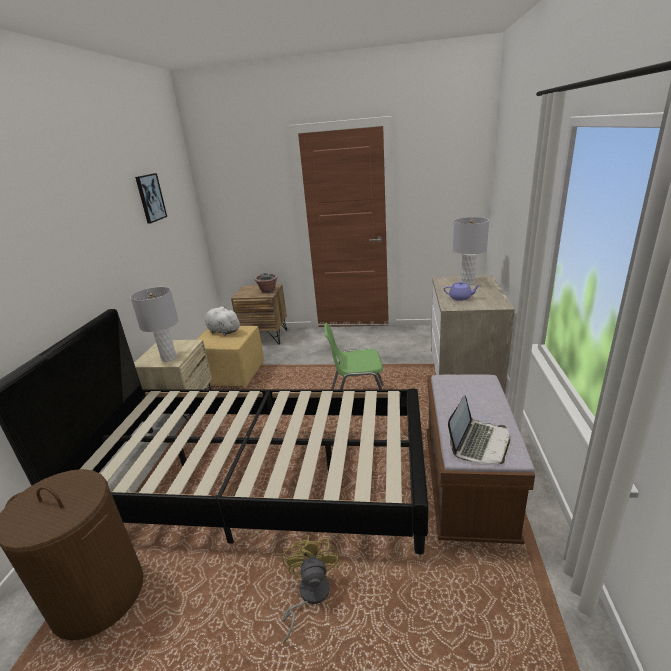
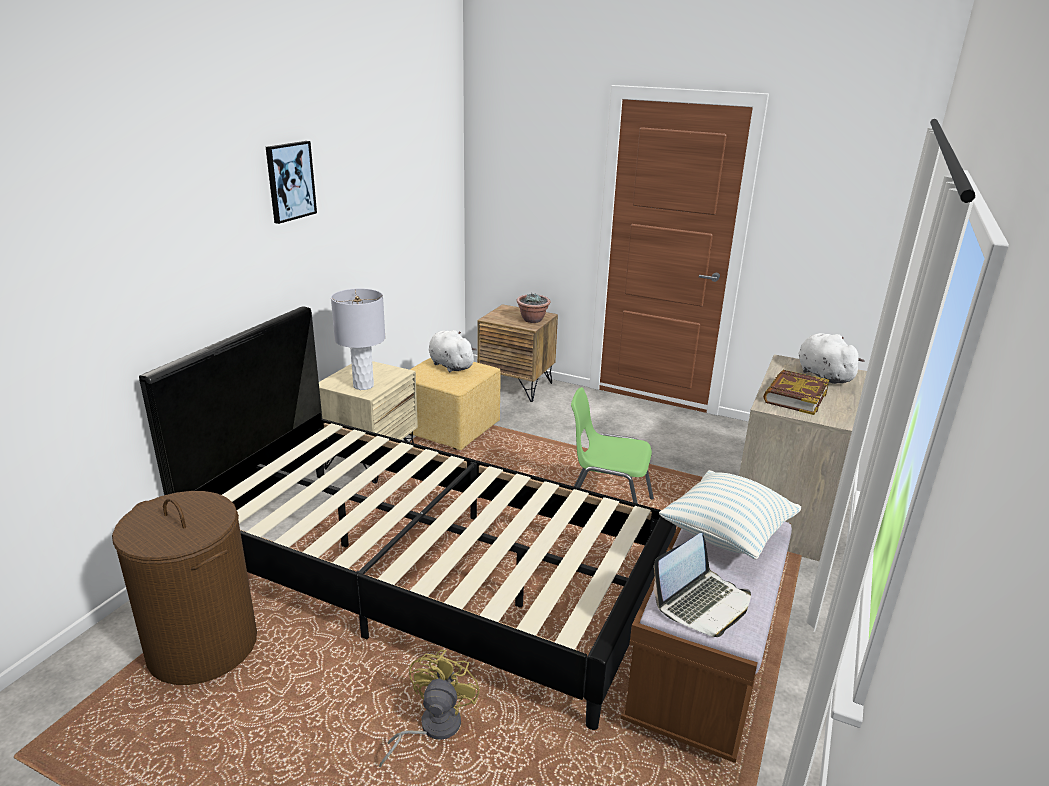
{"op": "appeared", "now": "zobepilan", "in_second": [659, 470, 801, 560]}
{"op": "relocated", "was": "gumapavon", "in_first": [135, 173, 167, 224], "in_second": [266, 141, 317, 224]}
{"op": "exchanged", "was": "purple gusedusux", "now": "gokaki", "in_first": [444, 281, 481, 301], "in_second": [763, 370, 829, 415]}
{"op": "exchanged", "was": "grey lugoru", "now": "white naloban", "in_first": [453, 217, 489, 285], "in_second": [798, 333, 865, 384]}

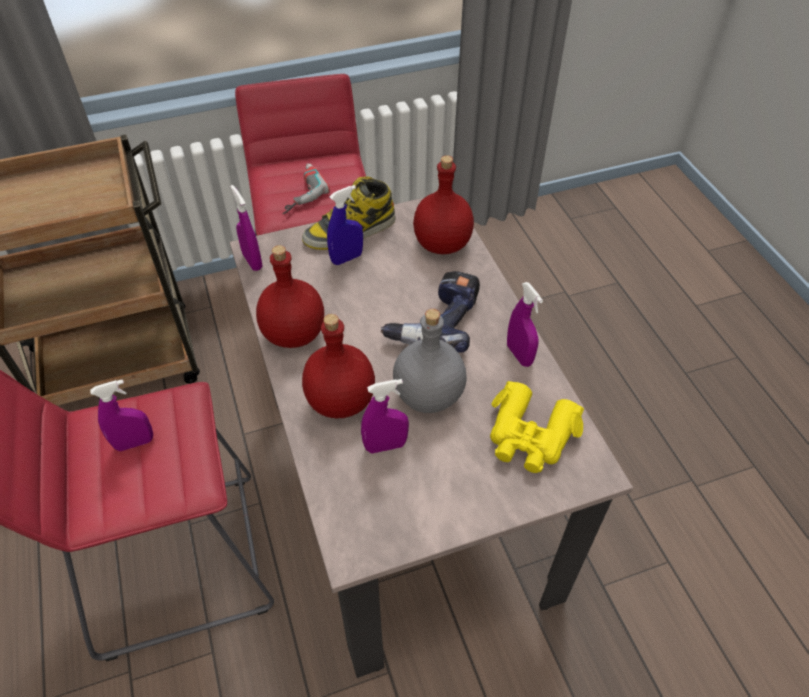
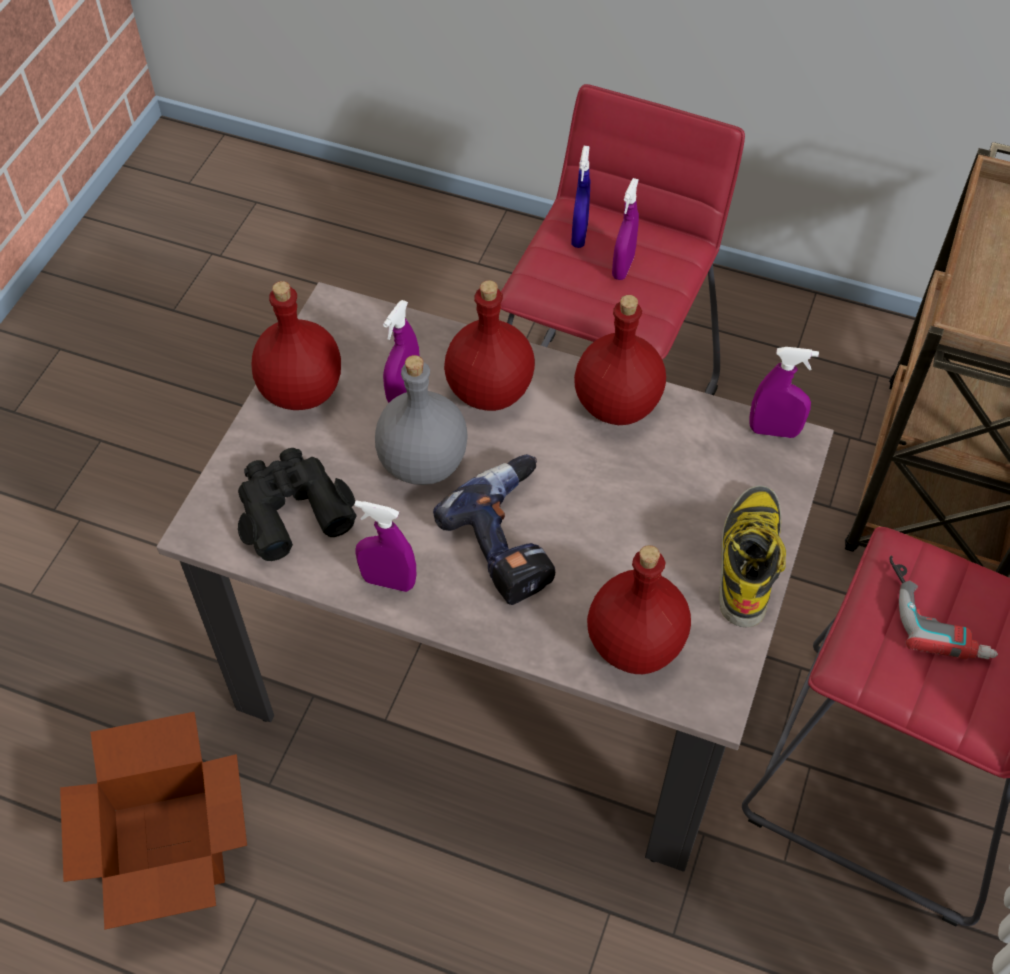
{"op": "appeared", "now": "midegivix", "in_second": [60, 712, 247, 930]}
{"op": "appeared", "now": "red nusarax", "in_second": [252, 281, 341, 410]}
{"op": "relocated", "was": "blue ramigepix", "in_first": [327, 185, 363, 265], "in_second": [571, 146, 590, 248]}
{"op": "colour", "was": "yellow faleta", "now": "black faleta", "in_first": [490, 381, 584, 473], "in_second": [238, 448, 357, 561]}

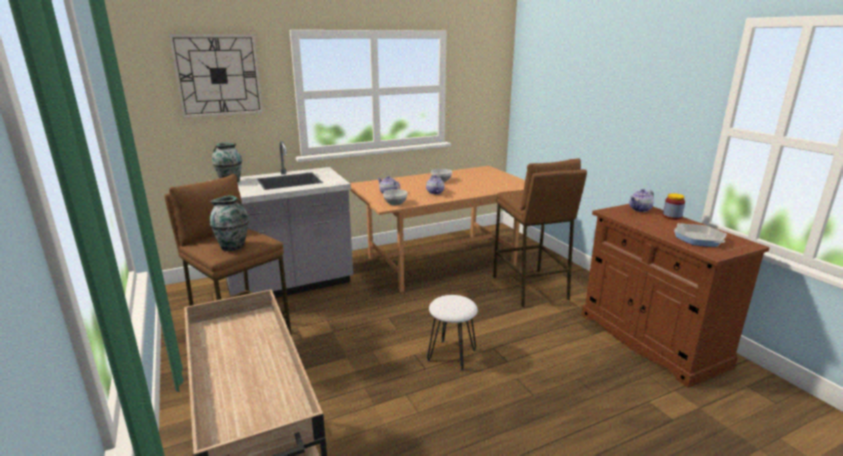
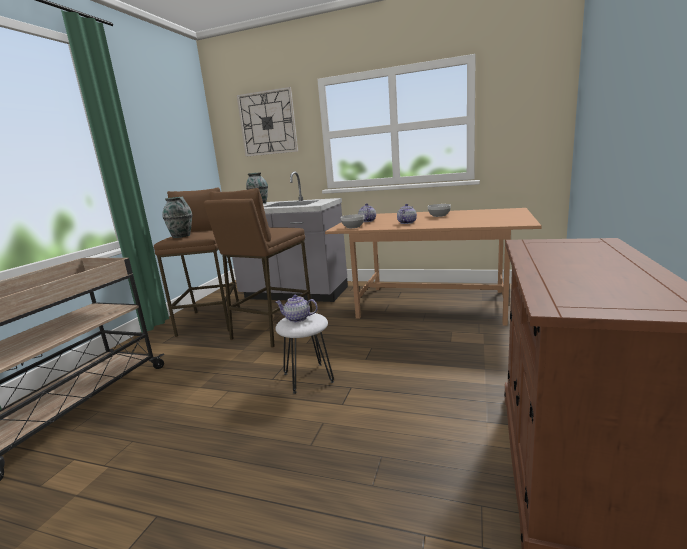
{"op": "missing", "was": "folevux", "in_first": [663, 193, 685, 220]}
{"op": "missing", "was": "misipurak", "in_first": [674, 223, 727, 247]}
{"op": "relocated", "was": "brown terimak", "in_first": [493, 158, 587, 307], "in_second": [204, 188, 313, 347]}
{"op": "relocated", "was": "gusedusux", "in_first": [629, 189, 654, 212], "in_second": [275, 295, 318, 322]}

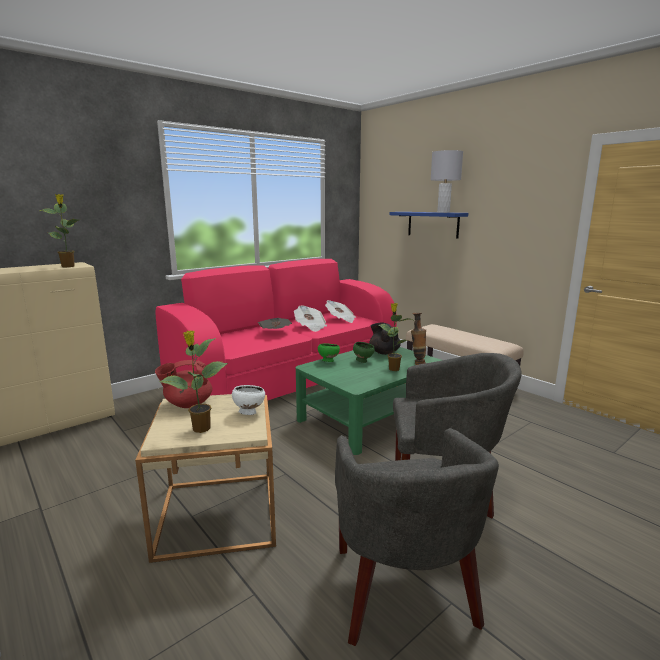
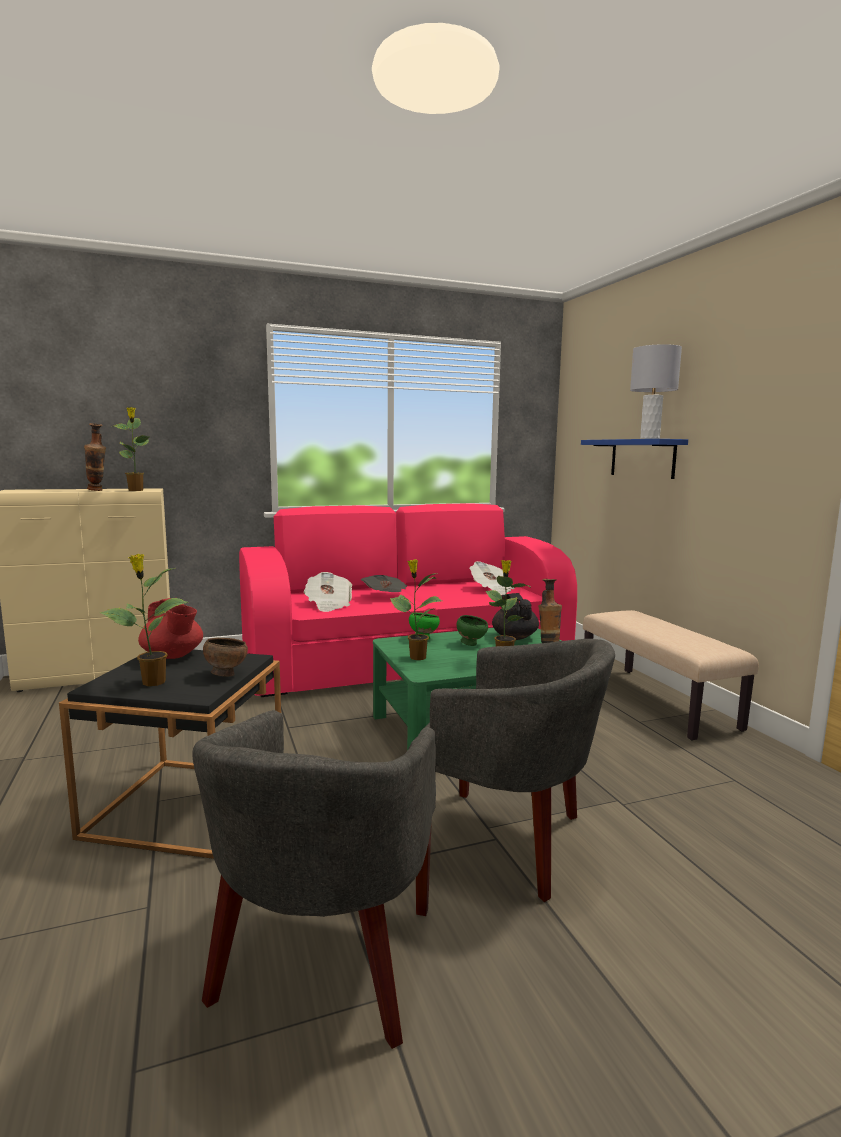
{"op": "appeared", "now": "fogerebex", "in_second": [84, 423, 106, 491]}
{"op": "appeared", "now": "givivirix", "in_second": [390, 559, 442, 660]}
{"op": "relocated", "was": "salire", "in_first": [294, 306, 327, 332], "in_second": [304, 572, 352, 612]}
{"op": "colour", "was": "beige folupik", "now": "black folupik", "in_first": [135, 394, 276, 563], "in_second": [59, 650, 281, 859]}
{"op": "colour", "was": "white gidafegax", "now": "brown gidafegax", "in_first": [232, 385, 265, 415], "in_second": [203, 638, 248, 677]}
{"op": "spun", "was": "red gusedusux", "in_first": [155, 360, 212, 408], "in_second": [138, 598, 203, 659], "clockwise": -135}

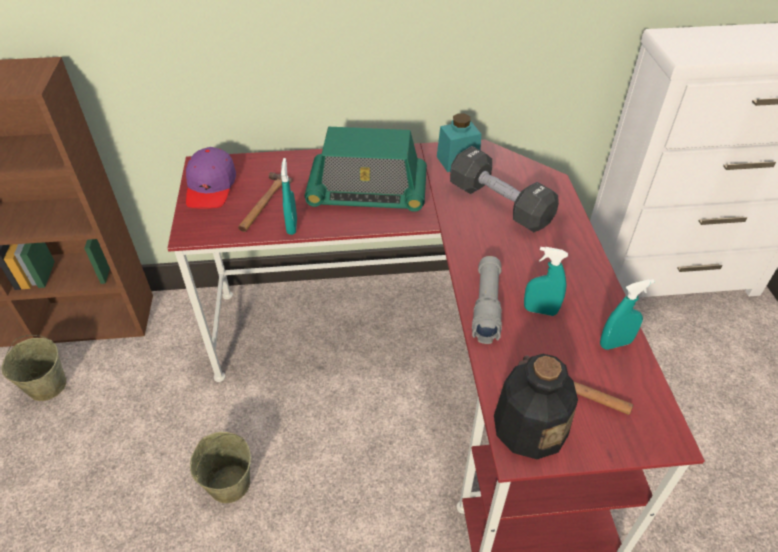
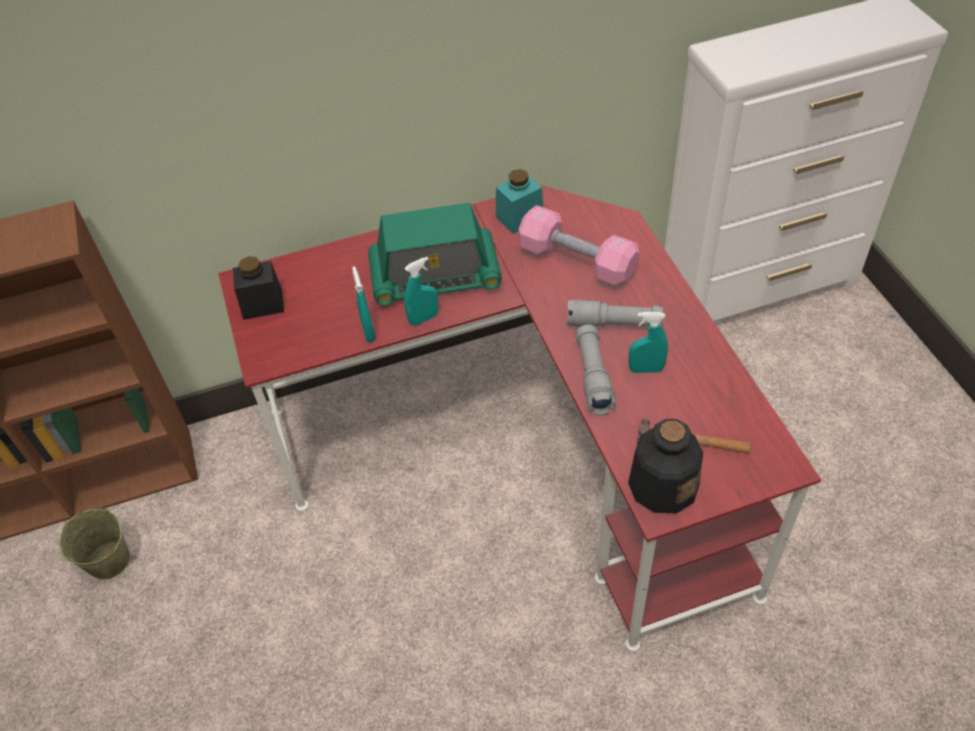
{"op": "missing", "was": "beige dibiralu", "in_first": [190, 432, 251, 503]}
{"op": "missing", "was": "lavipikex", "in_first": [238, 172, 292, 232]}
{"op": "appeared", "now": "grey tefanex", "in_second": [567, 299, 663, 327]}
{"op": "relocated", "was": "turquoise ramigepix", "in_first": [600, 279, 655, 350], "in_second": [404, 257, 438, 326]}
{"op": "exchanged", "was": "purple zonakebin", "now": "black folevux", "in_first": [186, 147, 236, 209], "in_second": [233, 256, 284, 320]}
{"op": "colour", "was": "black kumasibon", "now": "pink kumasibon", "in_first": [450, 146, 559, 232], "in_second": [519, 205, 639, 286]}

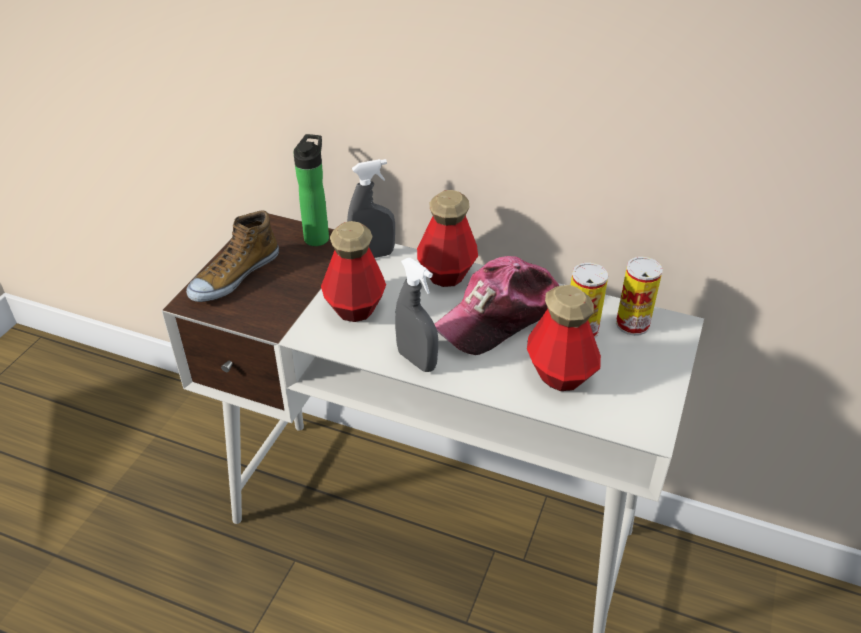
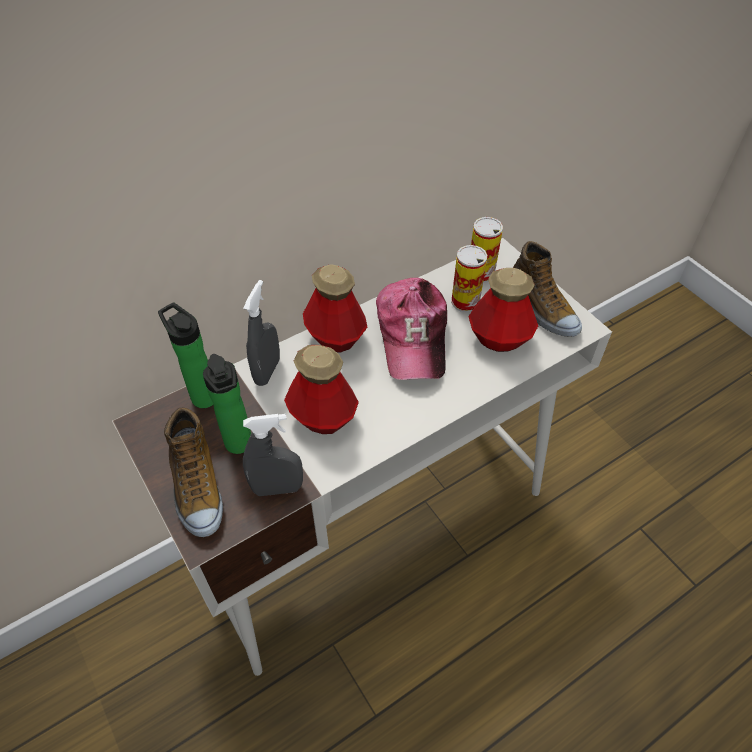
{"op": "appeared", "now": "nusarax", "in_second": [203, 354, 251, 454]}
{"op": "appeared", "now": "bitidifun", "in_second": [513, 241, 582, 337]}
{"op": "relocated", "was": "grey ramigepix", "in_first": [395, 258, 438, 372], "in_second": [243, 414, 303, 496]}

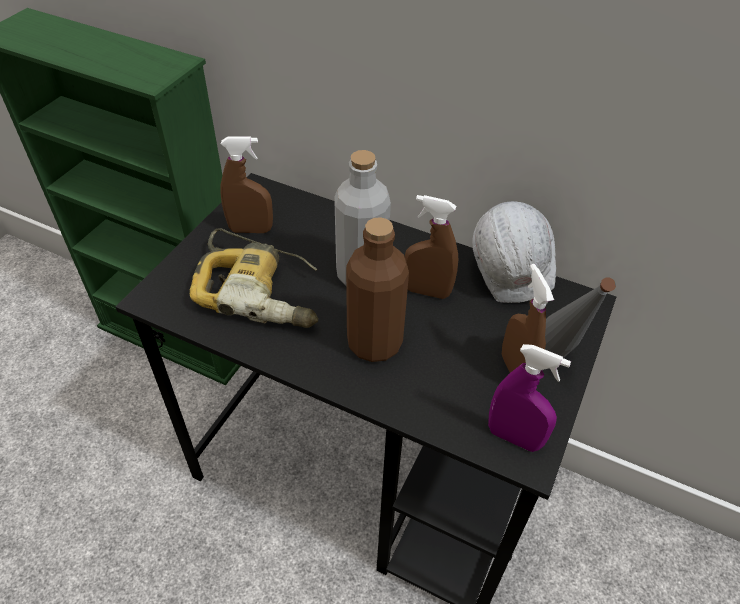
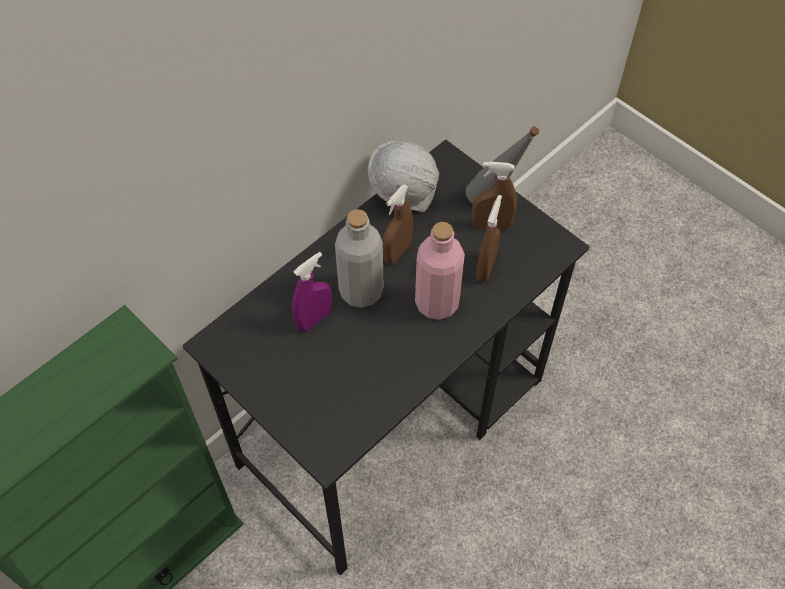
{"op": "missing", "was": "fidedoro", "in_first": [190, 228, 318, 328]}
{"op": "relocated", "was": "brown ramigepix", "in_first": [220, 136, 273, 233], "in_second": [476, 195, 502, 282]}
{"op": "relocated", "was": "purple ramigepix", "in_first": [488, 344, 571, 452], "in_second": [292, 252, 332, 332]}
{"op": "colour", "was": "brown nusarax", "now": "pink nusarax", "in_first": [346, 217, 409, 362], "in_second": [415, 222, 465, 320]}

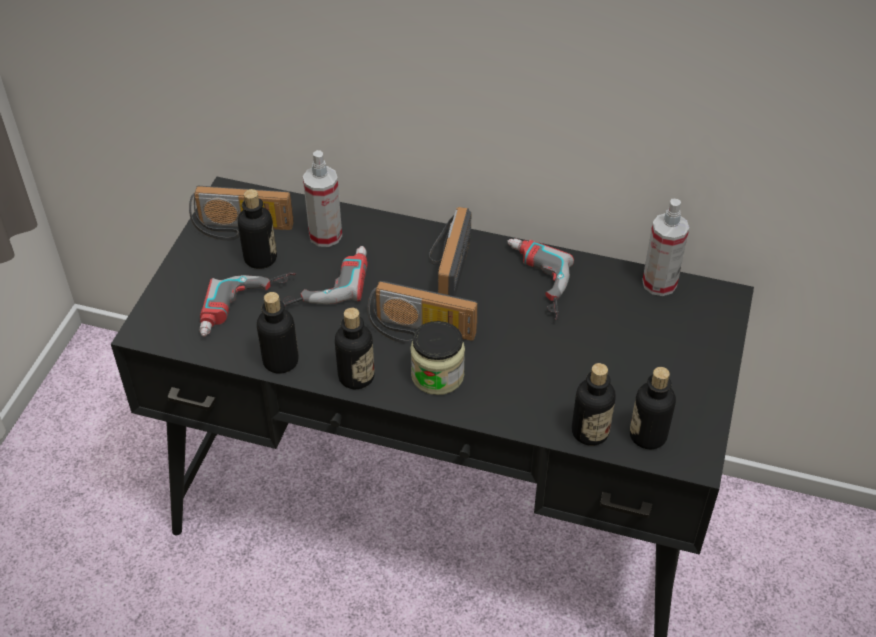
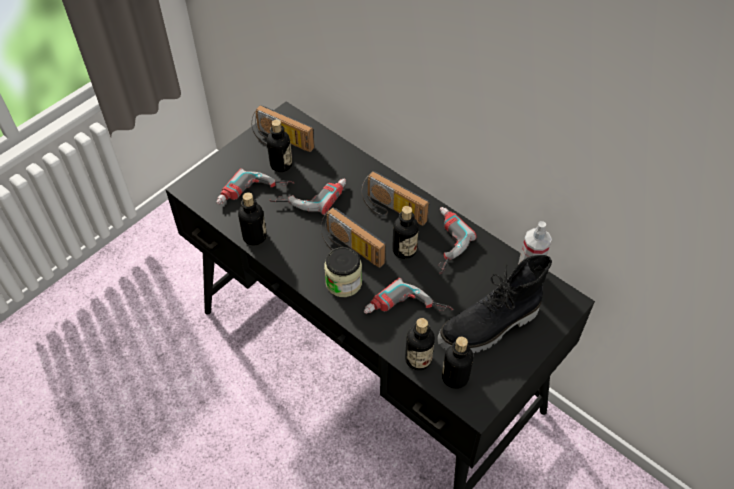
{"op": "missing", "was": "ramigepix", "in_first": [303, 150, 342, 247]}
{"op": "appeared", "now": "fidedoro", "in_second": [364, 278, 453, 314]}
{"op": "appeared", "now": "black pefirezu", "in_second": [437, 255, 552, 353]}
{"op": "relocated", "was": "nusarax", "in_first": [335, 308, 374, 389], "in_second": [392, 206, 419, 259]}
{"op": "spun", "was": "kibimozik", "in_first": [429, 207, 472, 296], "in_second": [362, 171, 429, 226], "clockwise": -90}

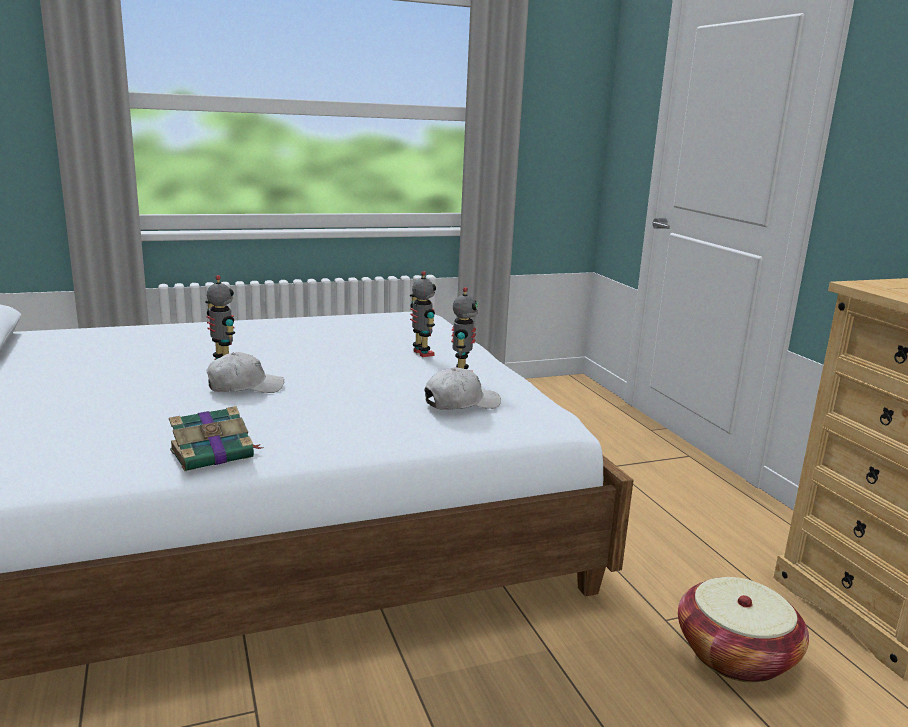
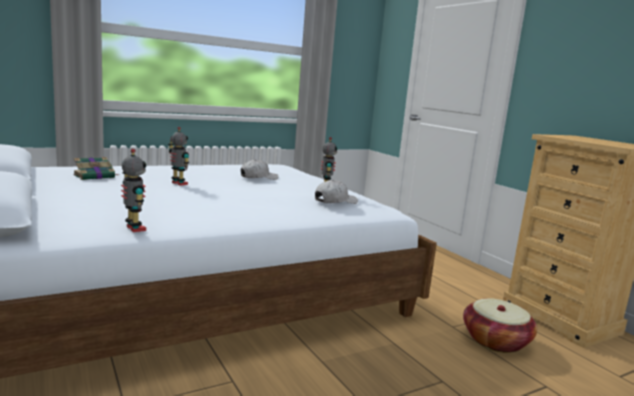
{"op": "relocated", "was": "gokaki", "in_first": [169, 406, 264, 471], "in_second": [73, 157, 117, 180]}
{"op": "relocated", "was": "white zonakebin", "in_first": [206, 352, 284, 393], "in_second": [241, 159, 278, 180]}
{"op": "relocated", "was": "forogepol", "in_first": [410, 271, 436, 357], "in_second": [121, 148, 146, 232]}

